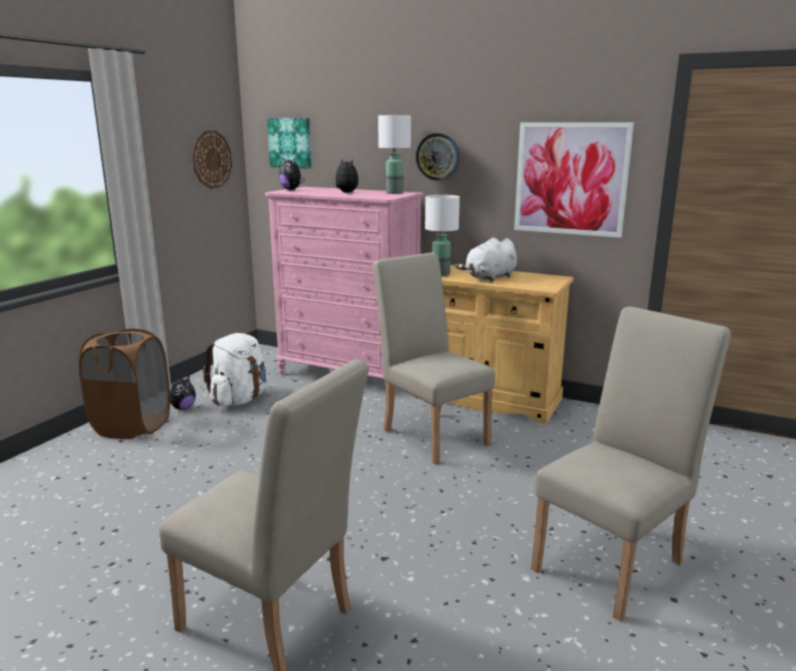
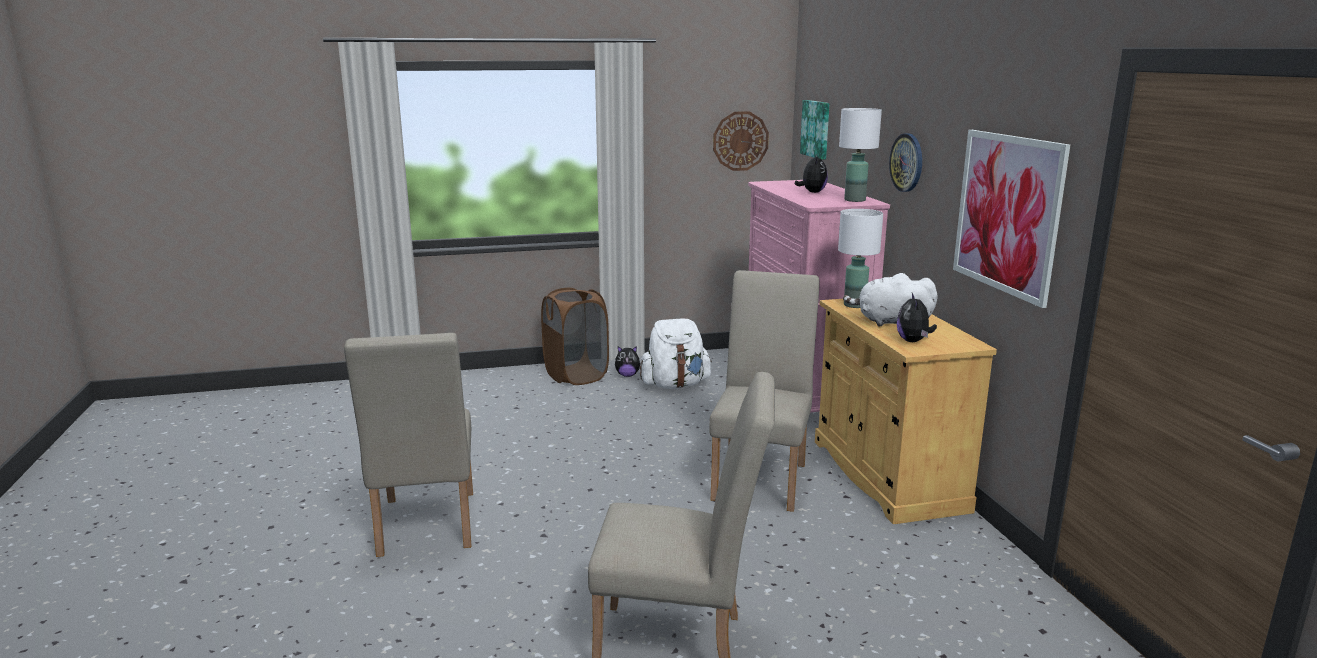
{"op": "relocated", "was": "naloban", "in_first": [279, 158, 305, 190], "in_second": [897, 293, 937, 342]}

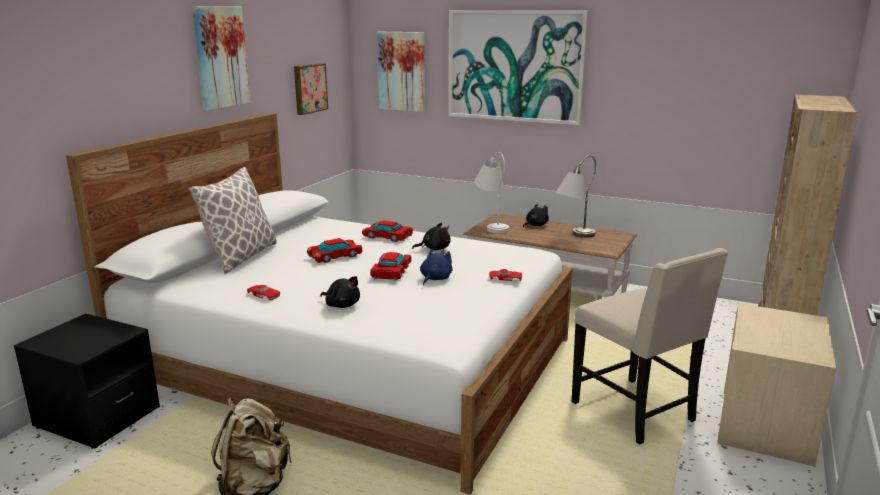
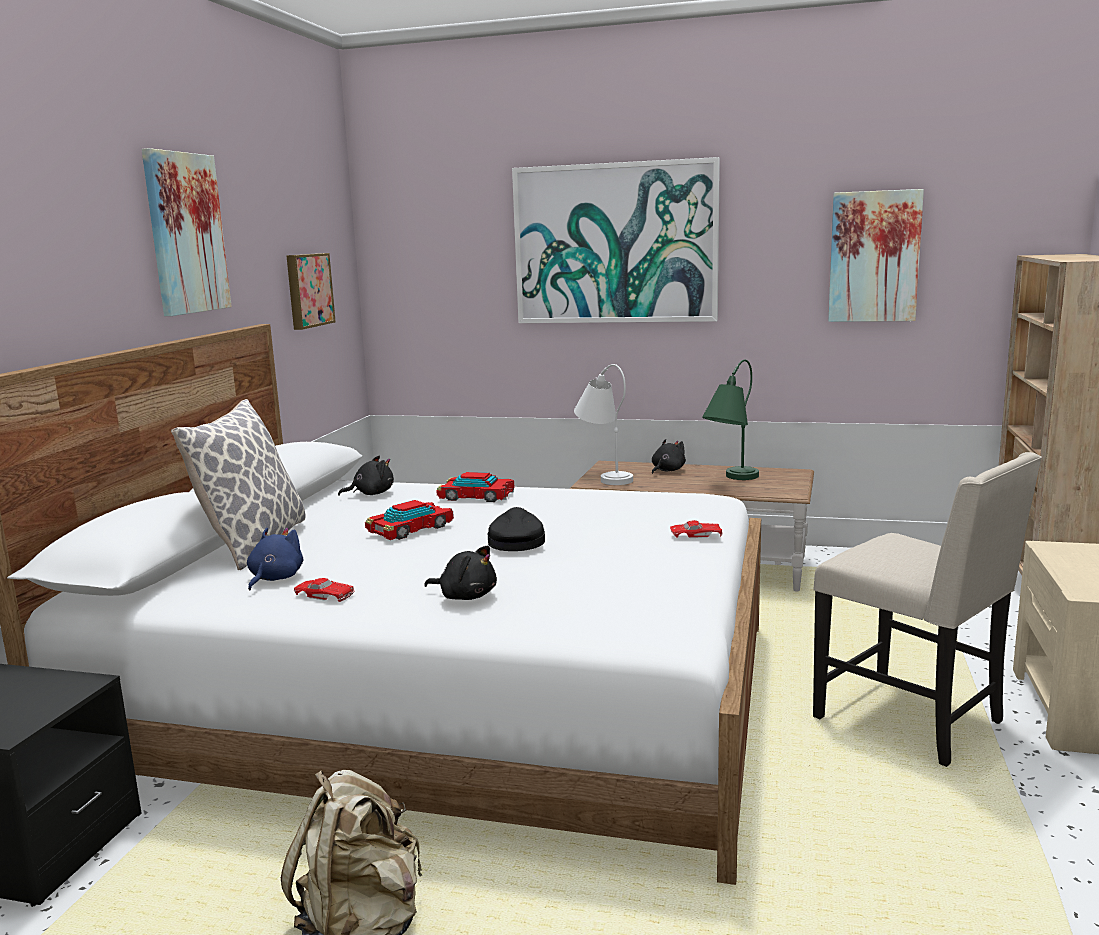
{"op": "relocated", "was": "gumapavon", "in_first": [377, 32, 425, 112], "in_second": [828, 189, 924, 322]}
{"op": "relocated", "was": "black naloban", "in_first": [412, 223, 451, 251], "in_second": [338, 456, 394, 496]}
{"op": "relocated", "was": "blue naloban", "in_first": [420, 248, 453, 285], "in_second": [247, 528, 304, 590]}
{"op": "exchanged", "was": "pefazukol", "now": "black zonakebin", "in_first": [370, 252, 411, 281], "in_second": [488, 507, 545, 551]}
{"op": "colour", "was": "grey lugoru", "now": "green lugoru", "in_first": [555, 155, 596, 238], "in_second": [702, 359, 759, 480]}

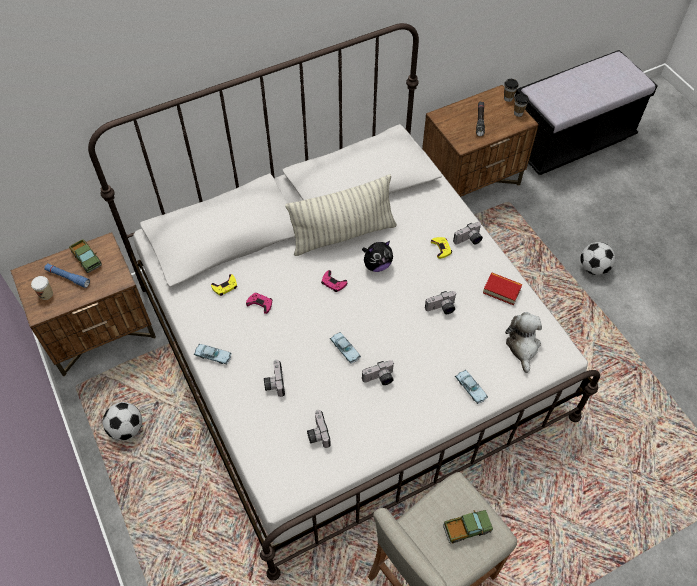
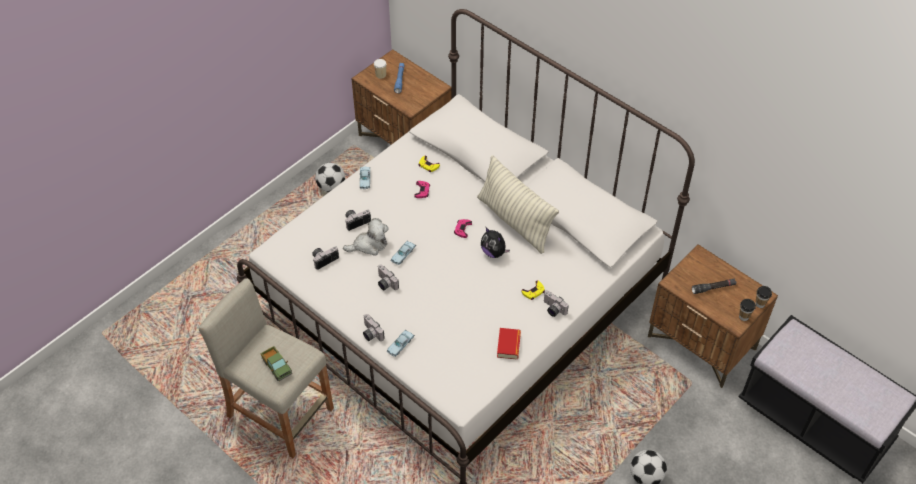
{"op": "missing", "was": "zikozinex", "in_first": [69, 239, 102, 273]}
{"op": "relocated", "was": "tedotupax", "in_first": [425, 291, 456, 314], "in_second": [363, 314, 385, 341]}
{"op": "relocated", "was": "naloban", "in_first": [505, 312, 542, 373], "in_second": [343, 218, 389, 256]}

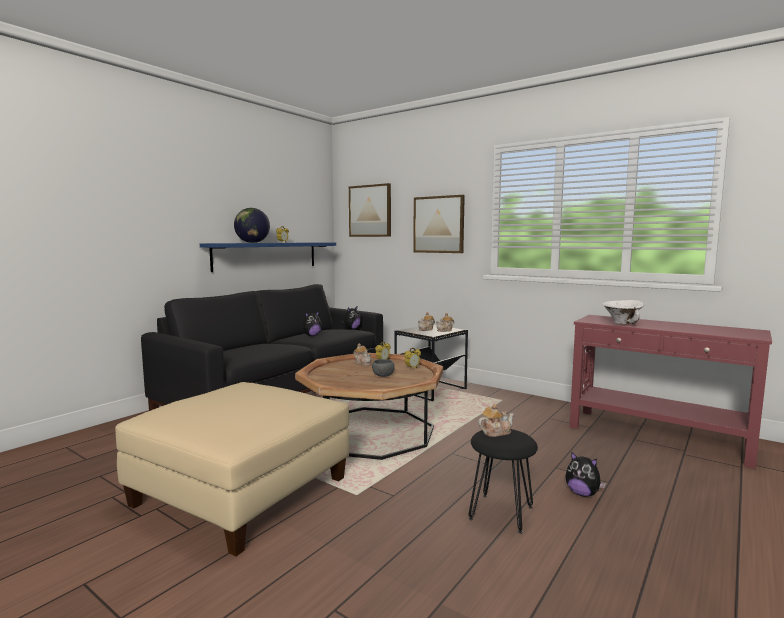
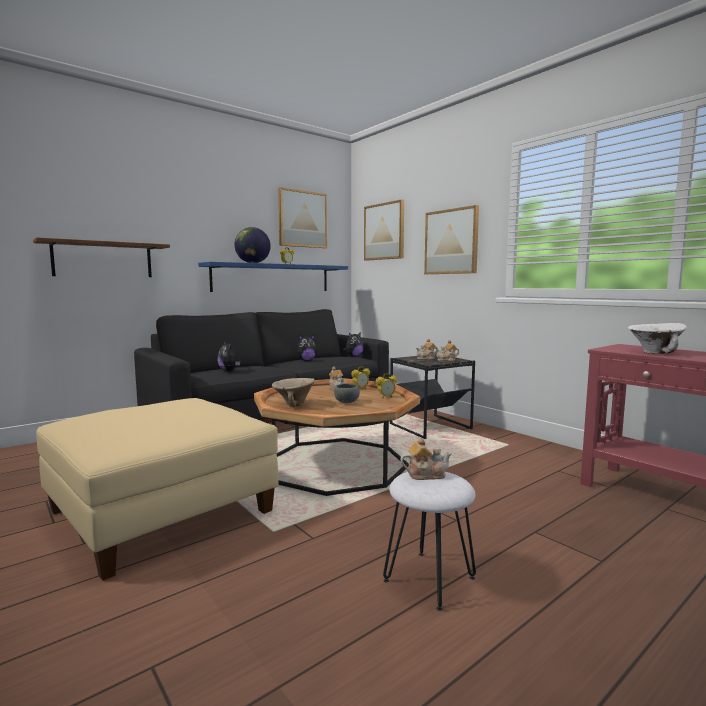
{"op": "appeared", "now": "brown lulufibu", "in_second": [33, 238, 170, 277]}
{"op": "appeared", "now": "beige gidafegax", "in_second": [272, 378, 315, 407]}
{"op": "appeared", "now": "gumapavon", "in_second": [278, 187, 327, 248]}
{"op": "relocated", "was": "naloban", "in_first": [565, 451, 606, 497], "in_second": [217, 340, 242, 371]}
{"op": "colour", "was": "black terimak", "now": "white terimak", "in_first": [469, 429, 538, 534], "in_second": [383, 472, 476, 611]}

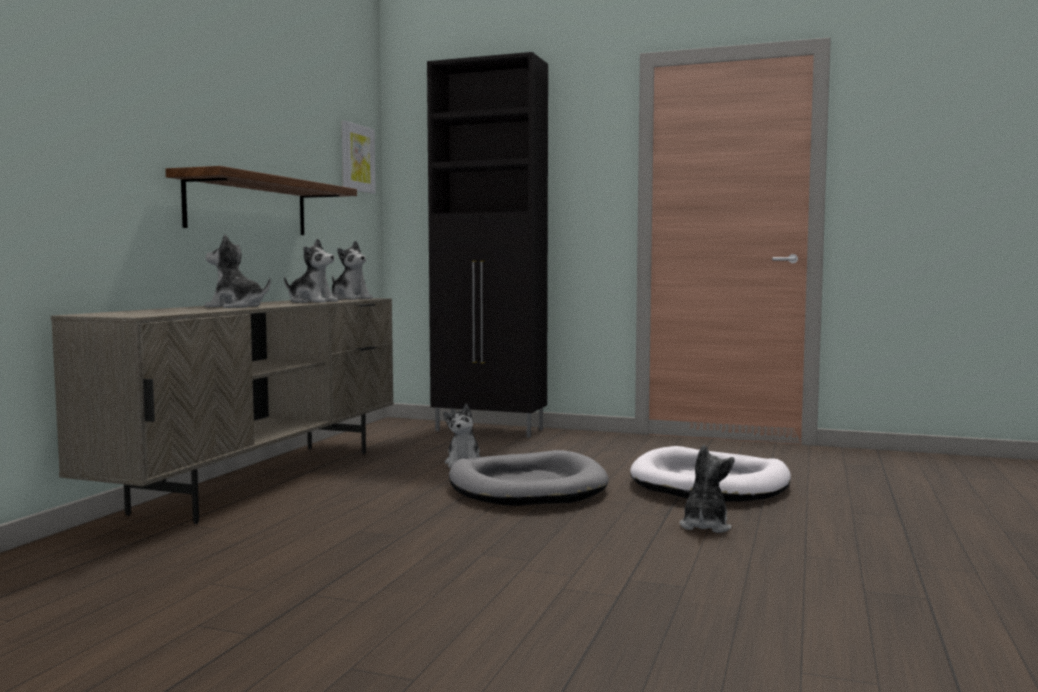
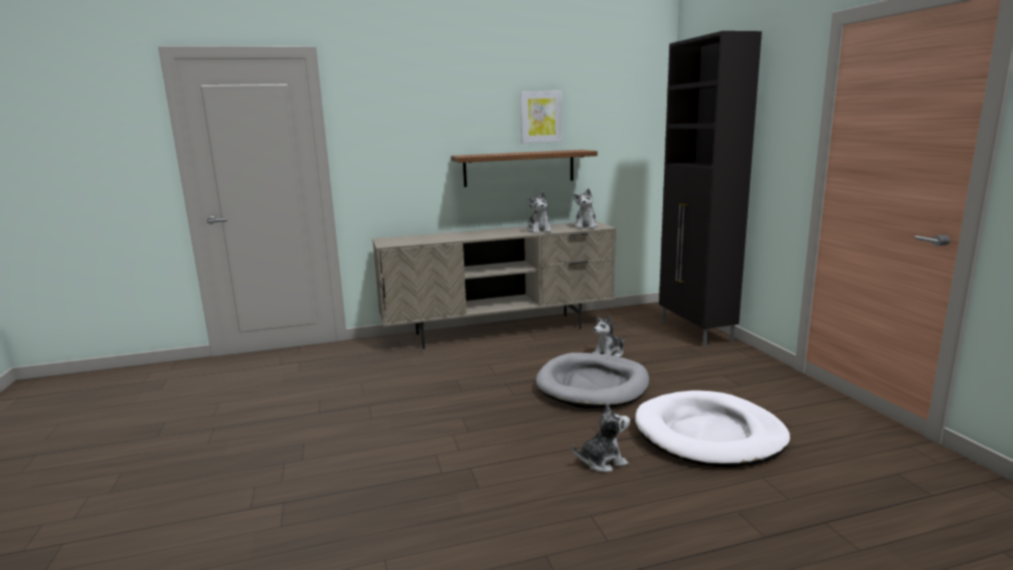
{"op": "missing", "was": "naloban", "in_first": [205, 234, 271, 308]}
{"op": "relocated", "was": "gumapavon", "in_first": [342, 121, 376, 194], "in_second": [520, 91, 562, 143]}

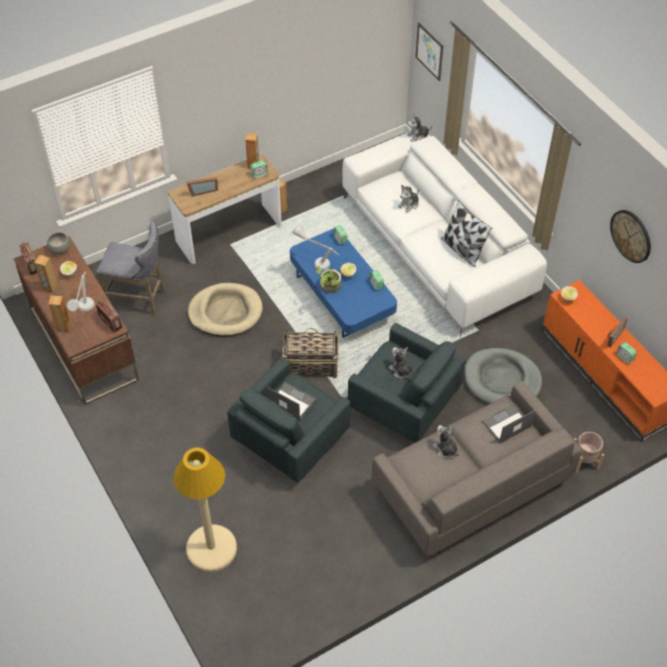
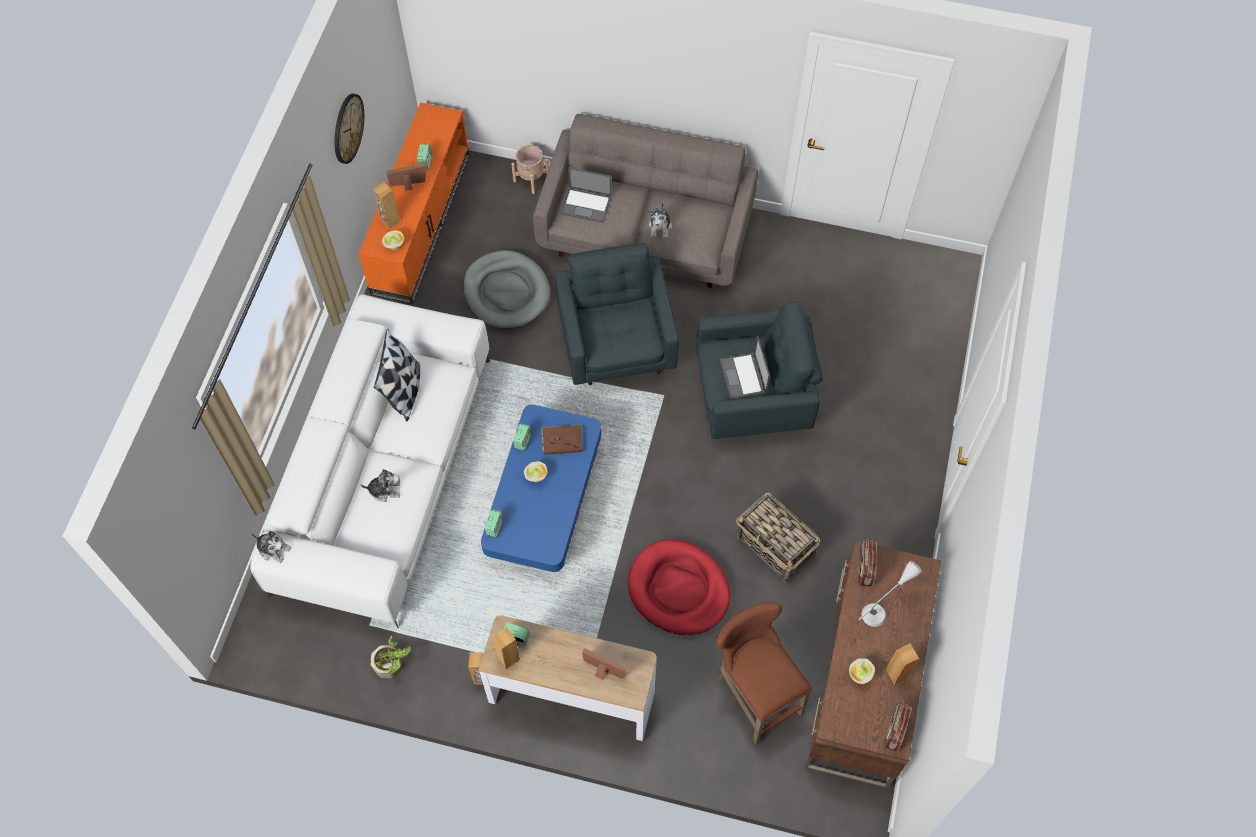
{"op": "missing", "was": "grey gidafegax", "in_first": [47, 232, 70, 255]}
{"op": "missing", "was": "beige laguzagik", "in_first": [173, 448, 237, 572]}
{"op": "missing", "was": "grey lugoru", "in_first": [292, 225, 339, 270]}
{"op": "missing", "was": "naloban", "in_first": [389, 347, 413, 379]}
{"op": "missing", "was": "gumapavon", "in_first": [416, 22, 443, 81]}
{"op": "appeared", "now": "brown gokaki", "in_second": [541, 425, 583, 455]}
{"op": "relocated", "was": "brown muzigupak", "in_first": [49, 296, 71, 332], "in_second": [373, 182, 400, 229]}
{"op": "relocated", "was": "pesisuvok", "in_first": [282, 328, 339, 378], "in_second": [736, 493, 820, 583]}
{"op": "relocated", "was": "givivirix", "in_first": [316, 266, 341, 293], "in_second": [371, 635, 411, 679]}
{"op": "colour", "was": "grey terimak", "now": "brown terimak", "in_first": [96, 221, 165, 315], "in_second": [716, 602, 812, 745]}
{"op": "colour", "was": "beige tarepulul", "now": "red tarepulul", "in_first": [188, 283, 263, 337], "in_second": [628, 539, 730, 635]}

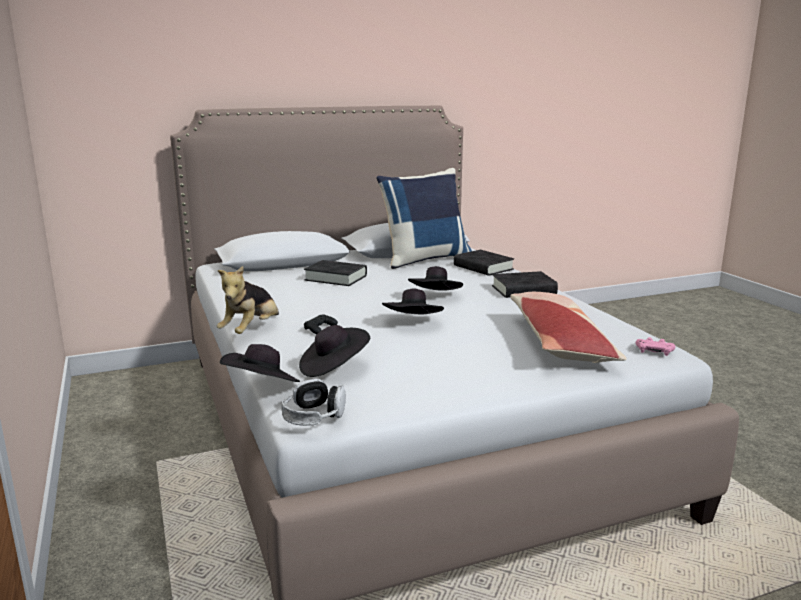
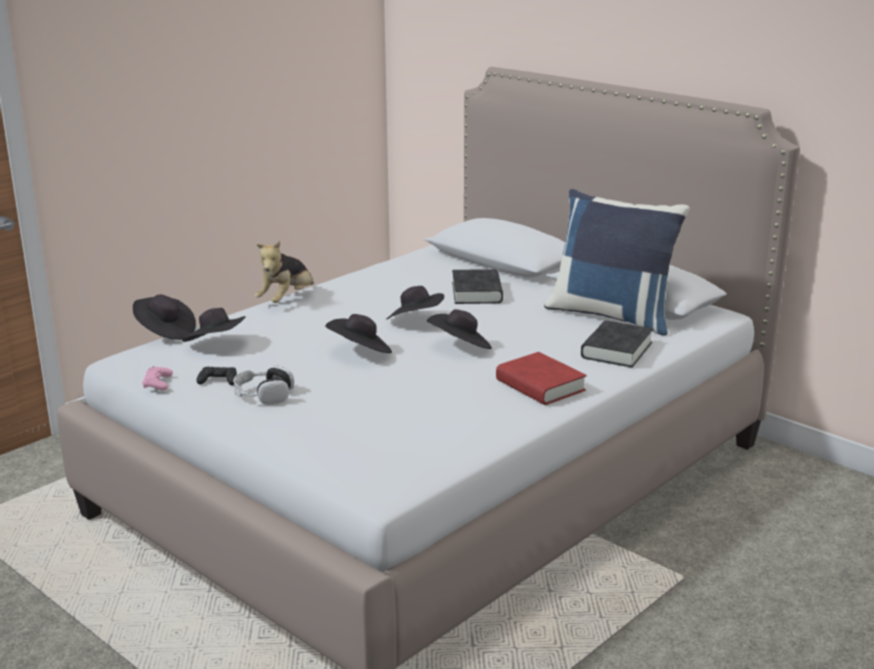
{"op": "missing", "was": "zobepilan", "in_first": [510, 292, 627, 363]}
{"op": "appeared", "now": "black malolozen", "in_second": [386, 286, 444, 320]}
{"op": "relocated", "was": "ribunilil", "in_first": [281, 379, 345, 426], "in_second": [233, 365, 294, 405]}
{"op": "relocated", "was": "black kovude", "in_first": [304, 314, 338, 334], "in_second": [196, 367, 237, 385]}
{"op": "relocated", "was": "pink kovude", "in_first": [636, 337, 675, 356], "in_second": [142, 366, 173, 391]}
{"op": "colour", "was": "black gokaki", "now": "red gokaki", "in_first": [492, 271, 558, 298], "in_second": [496, 352, 587, 405]}
{"op": "spun", "was": "naloban", "in_first": [217, 266, 279, 334], "in_second": [255, 241, 314, 303], "clockwise": -60}

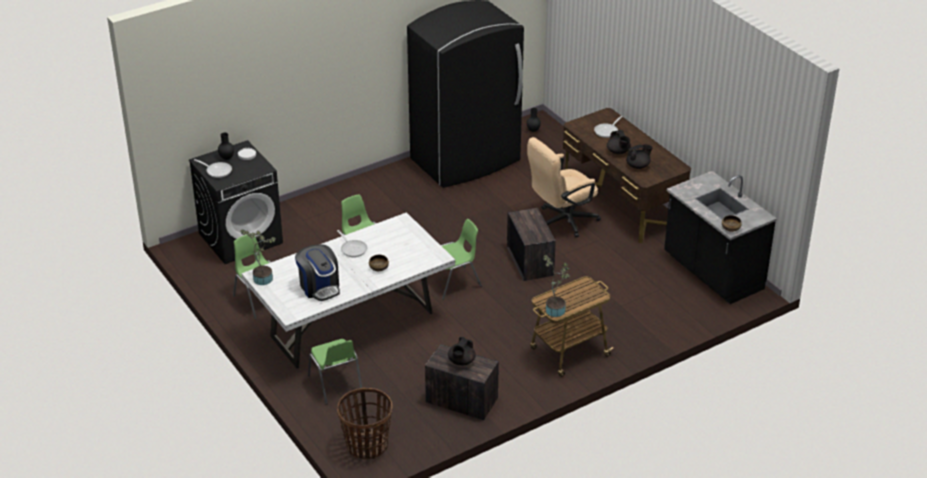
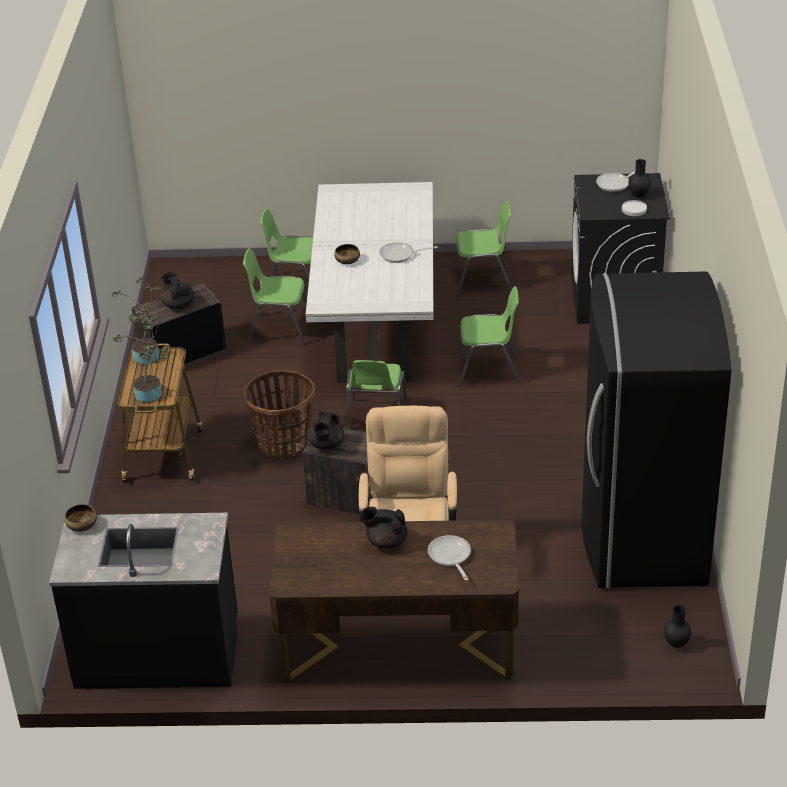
{"op": "missing", "was": "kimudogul", "in_first": [295, 244, 340, 301]}
{"op": "appeared", "now": "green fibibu", "in_second": [243, 248, 307, 345]}
{"op": "relocated", "was": "givivirix", "in_first": [240, 230, 276, 285], "in_second": [113, 315, 169, 402]}
{"op": "relocated", "was": "pesisuvok", "in_first": [337, 388, 392, 459], "in_second": [244, 370, 315, 459]}
{"op": "relocated", "was": "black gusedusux", "in_first": [626, 144, 653, 169], "in_second": [307, 411, 344, 450]}

